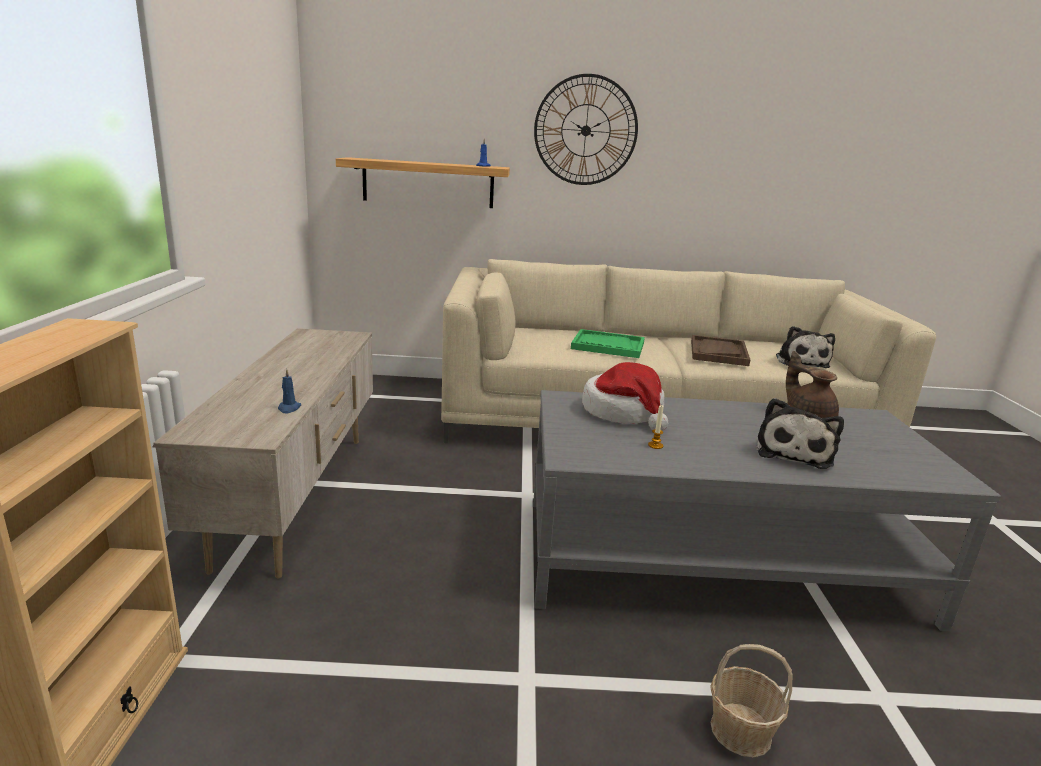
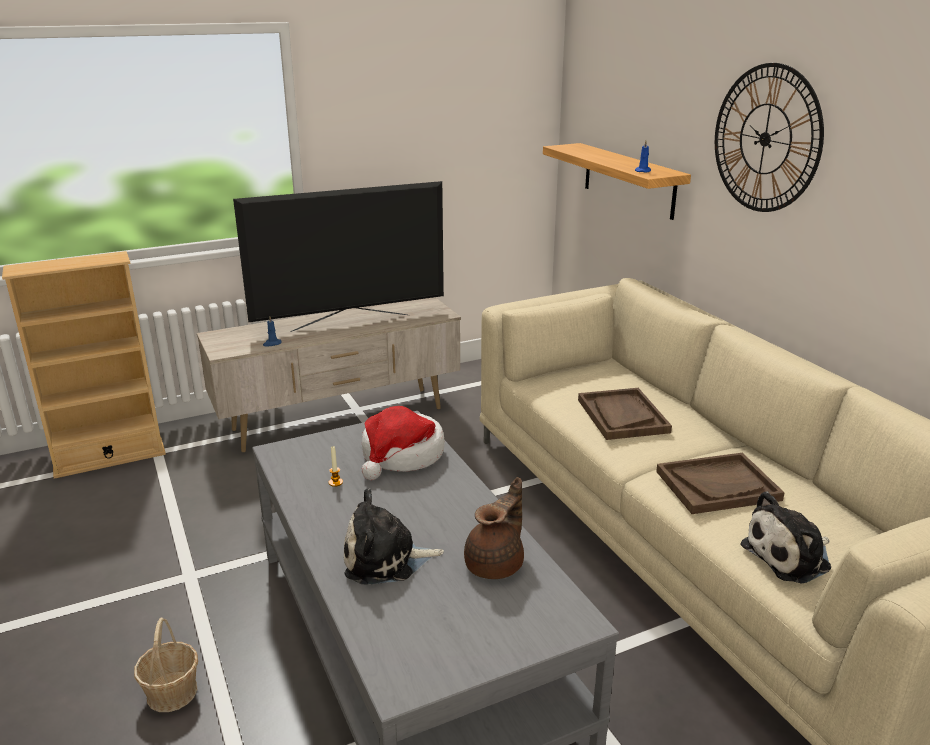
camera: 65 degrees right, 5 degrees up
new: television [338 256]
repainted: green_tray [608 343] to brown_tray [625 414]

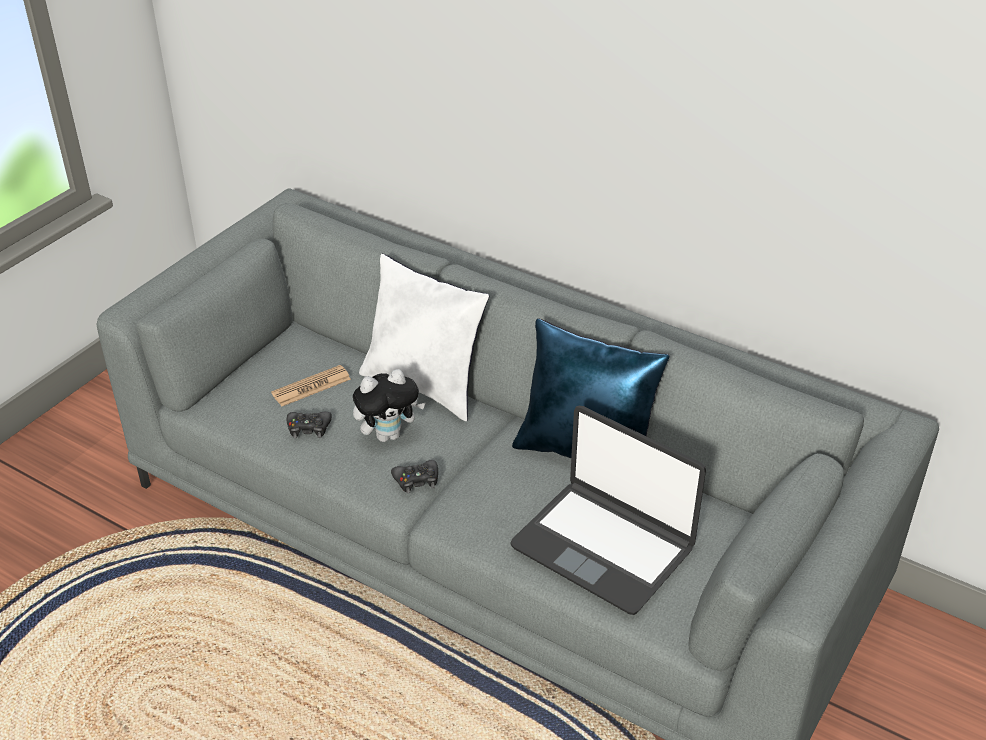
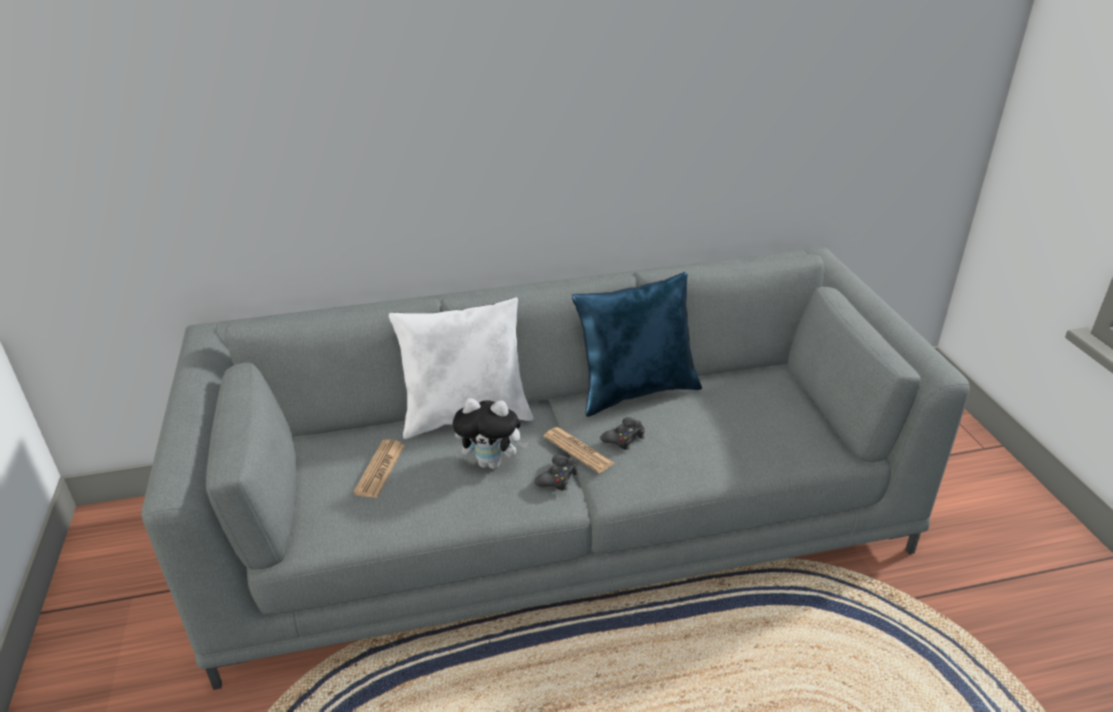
camera: 45 degrees left, 5 degrees down
gone: laptop [608 510]
new: newspaper [579 450]
shifted: black_game_controller [309 425] to [622 433]
rotated: plush_toy [389 405] = [490 433] 75 degrees clockwise

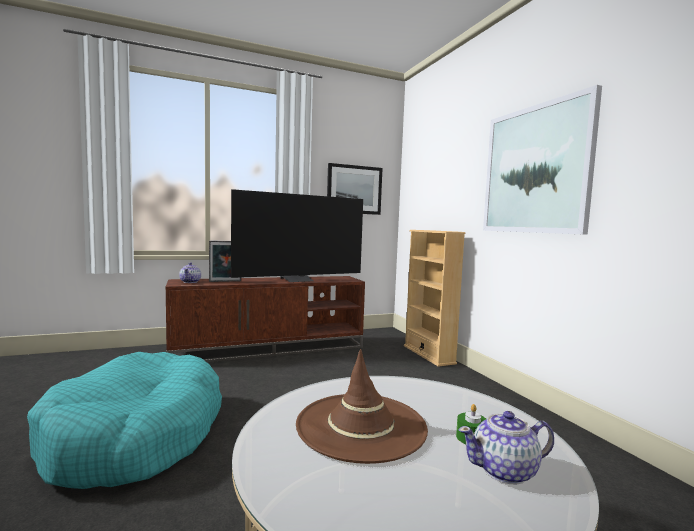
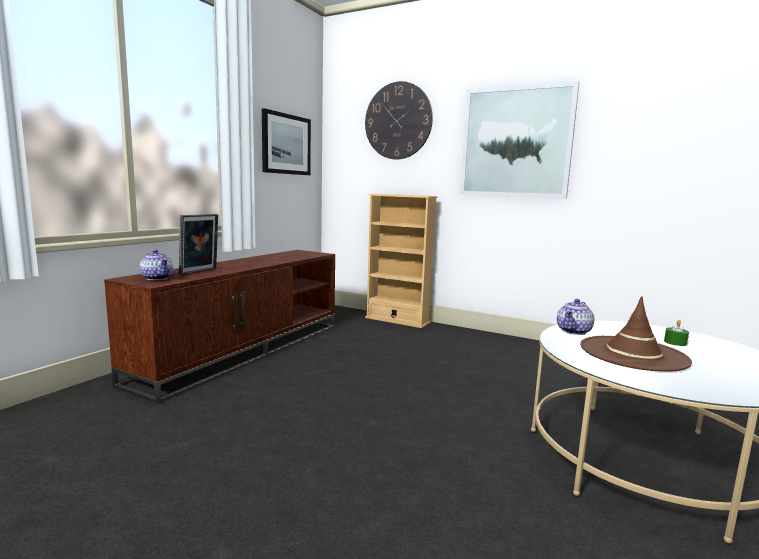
camera: 40 degrees left, 5 degrees up
gone: turquoise_dog_bed [124 420]; television [297 235]
new: wall_clock [399 120]
shifted: teapot [506 448] to [575 317]

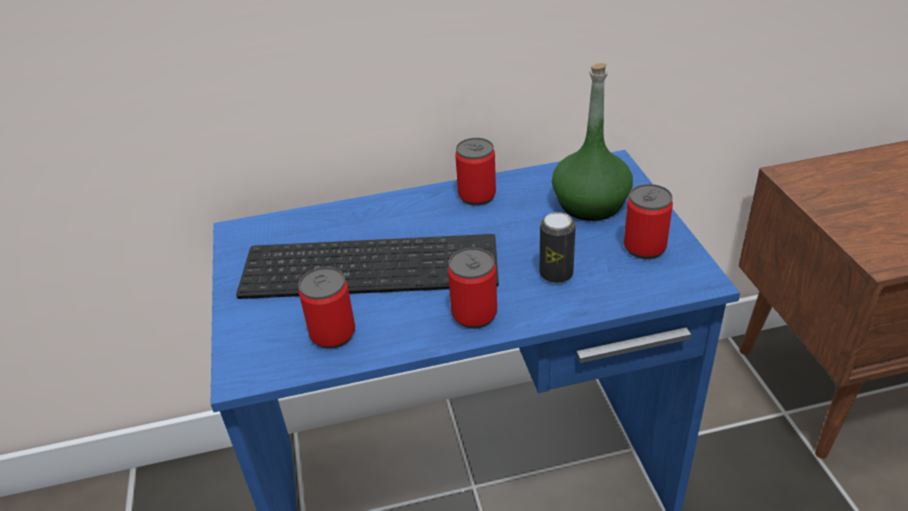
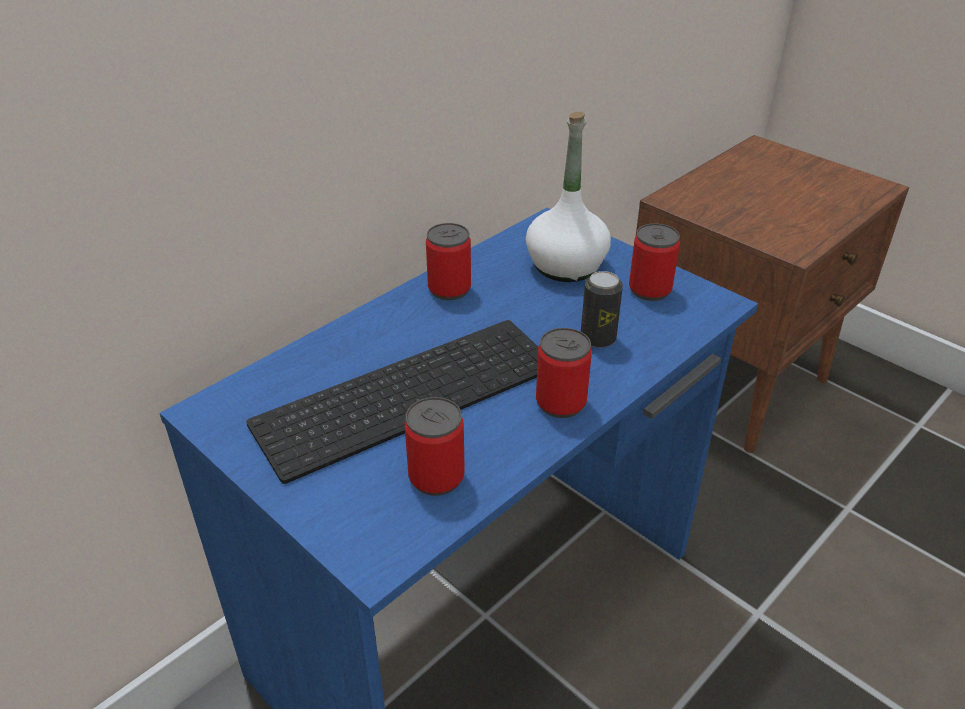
camera: 35 degrees left, 0 degrees up
repainted: green_bottle [592 142] to white_bottle [568 197]

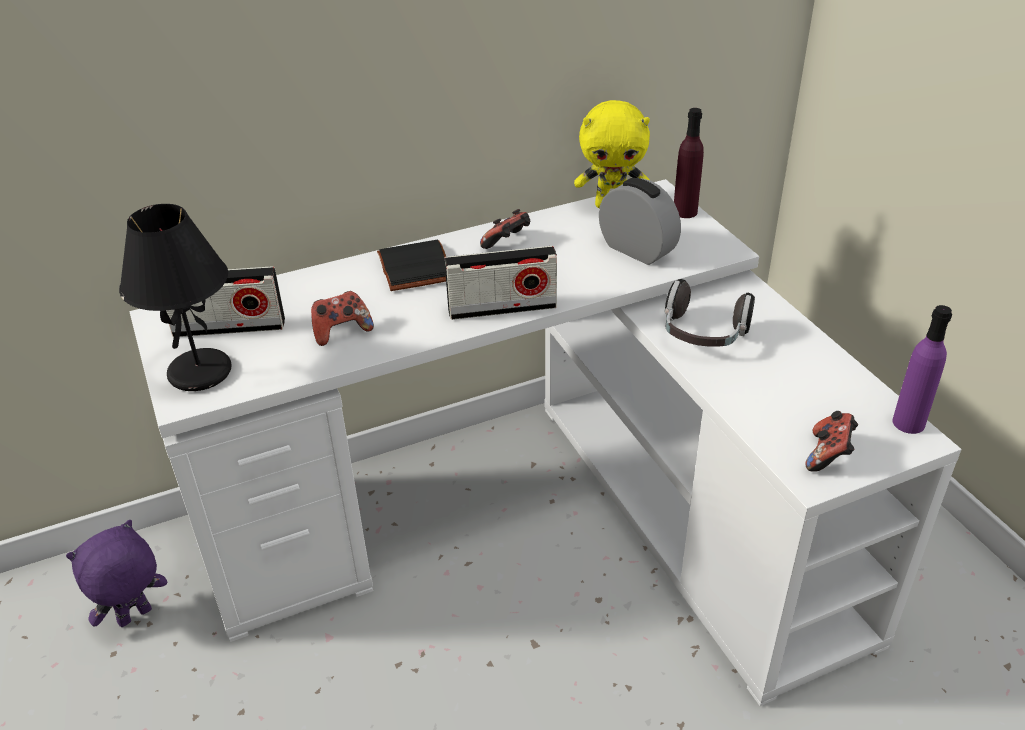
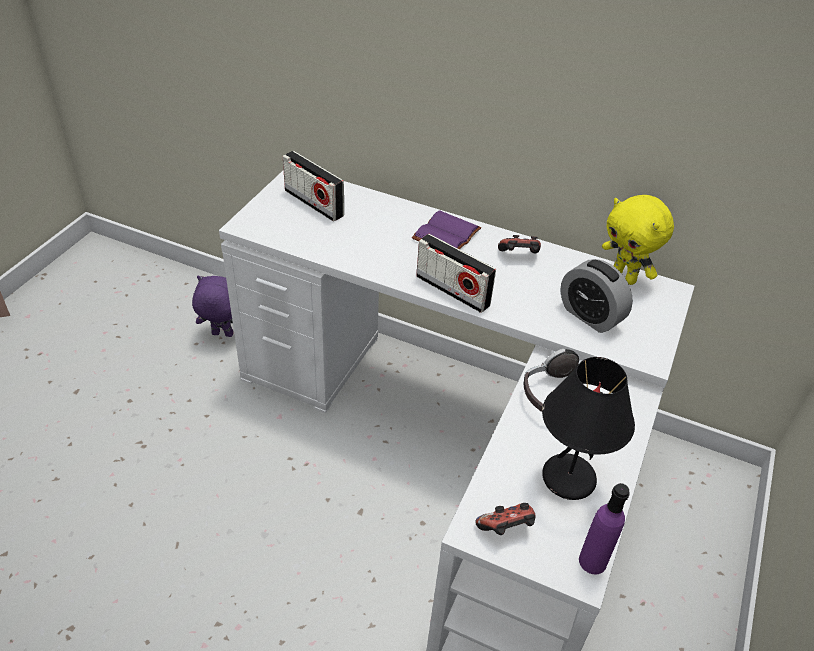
camera: 45 degrees right, 5 degrees up
gone: game_controller [342 318]; purple_bottle [689 163]
shifted: black_table_lamp [175 297] to [588 428]
repainted: black_book [411 265] to purple_book [446 229]
rotated: alarm_clock [640 221] = [596 296] 135 degrees clockwise

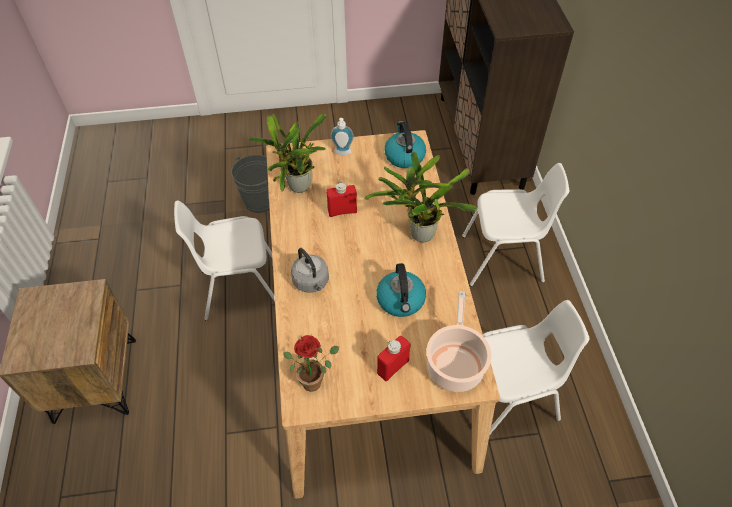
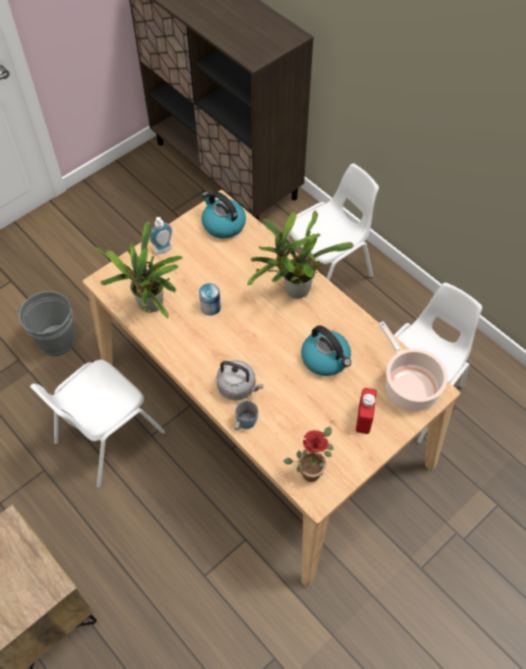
camera: 35 degrees left, 5 degrees up
new: blue_mug [246 416]
swapped: red_bottle [341 199] to can [210 299]

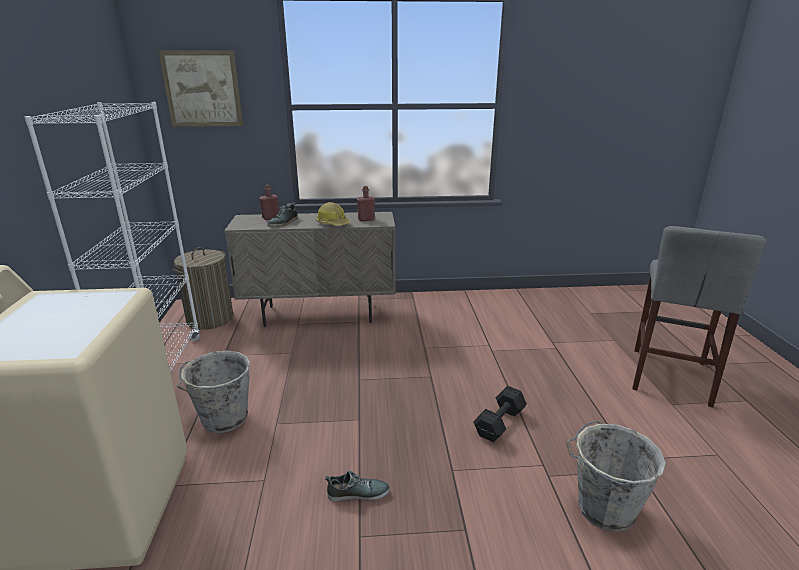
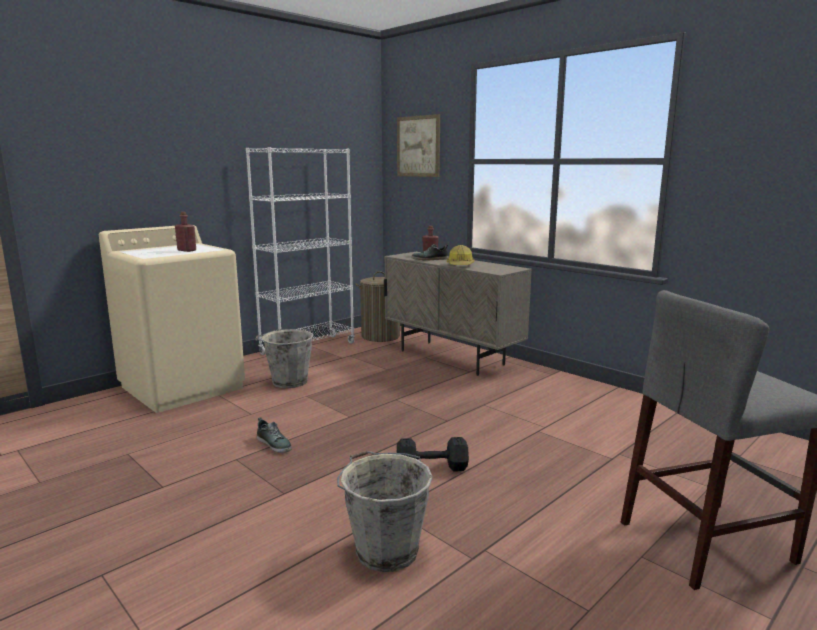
camera: 50 degrees right, 10 degrees down
shifted: red_bottle [366 203] to [185 232]

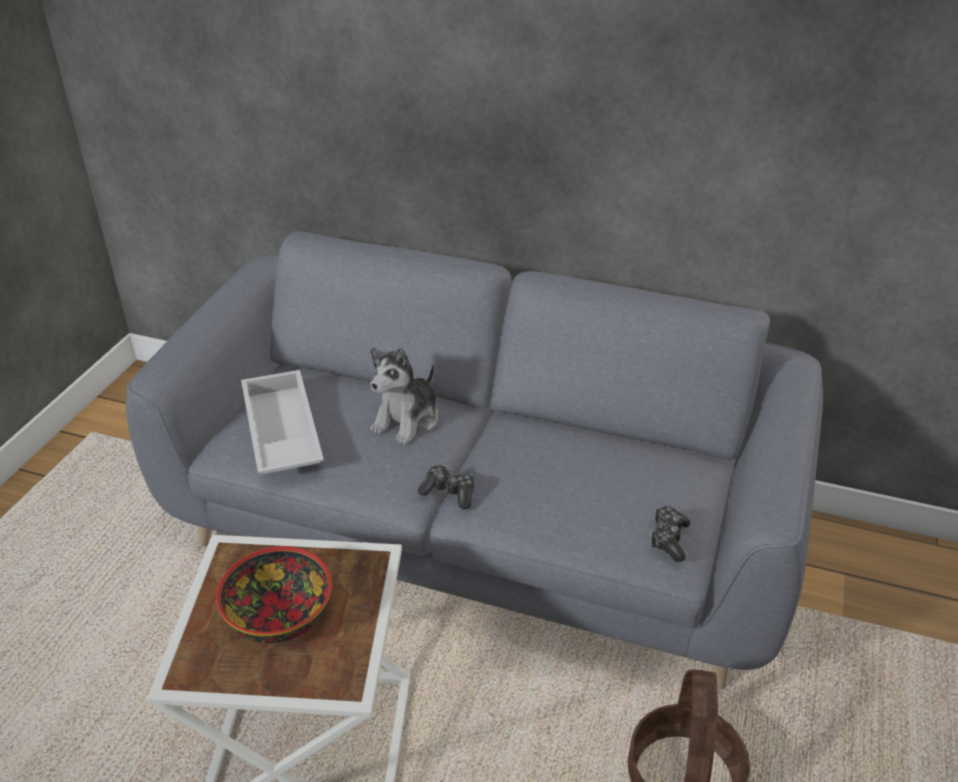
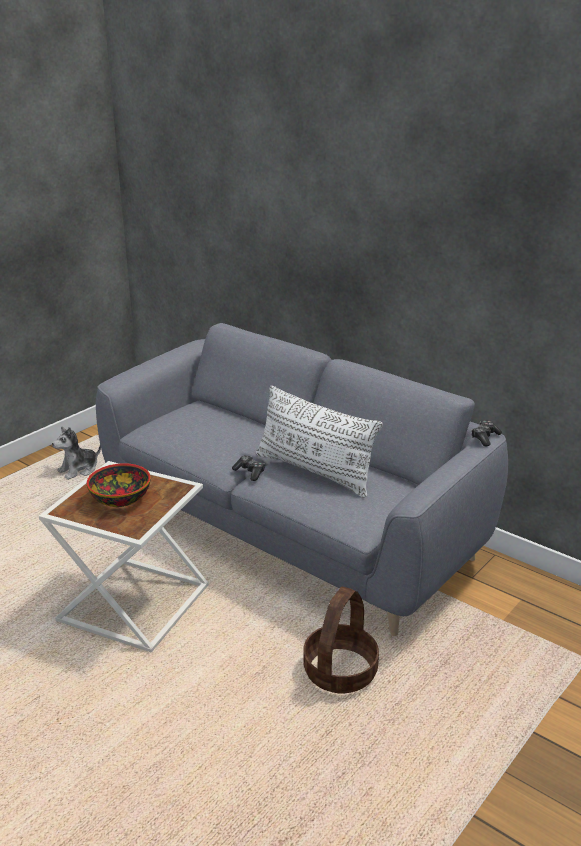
camera: 20 degrees right, 10 degrees down
gone: white_tray [282 422]
new: white_pillow [319 441]
shifted: plush_toy [404 396] to [76 453]; game_controller [670 534] to [486 433]

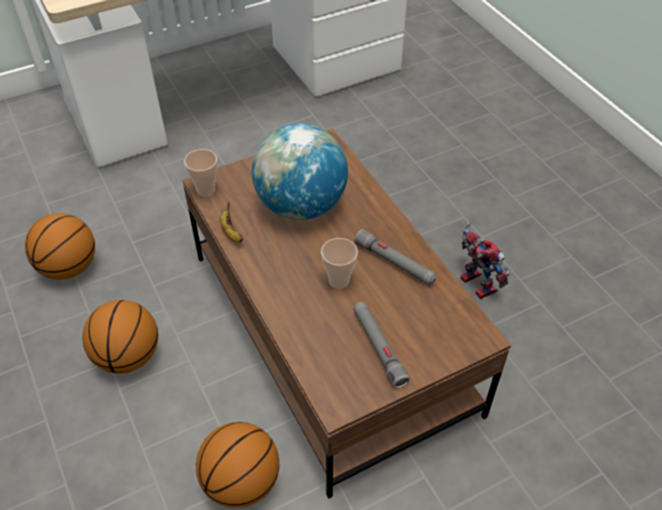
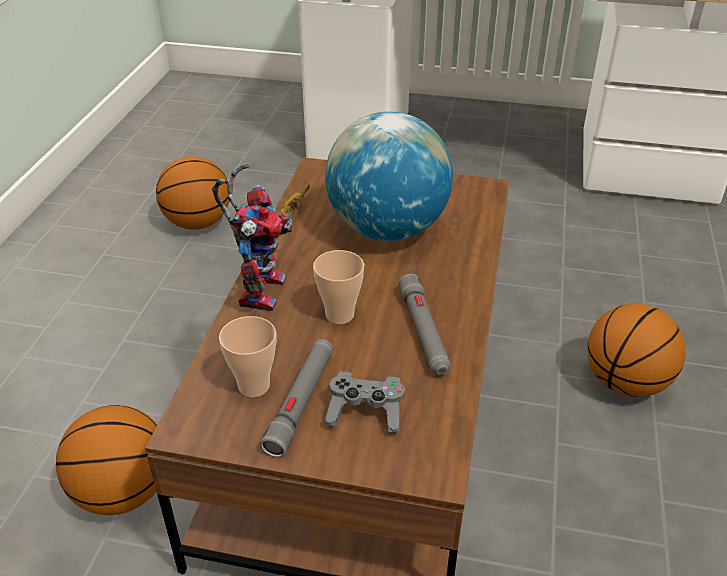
camera: 40 degrees right, 10 degrees down
new: grey_game_controller [365 402]
shifted: toy_robot [485 260] to [252 237]; cup [200 173] to [247 356]; basketball [120 336] to [636 350]

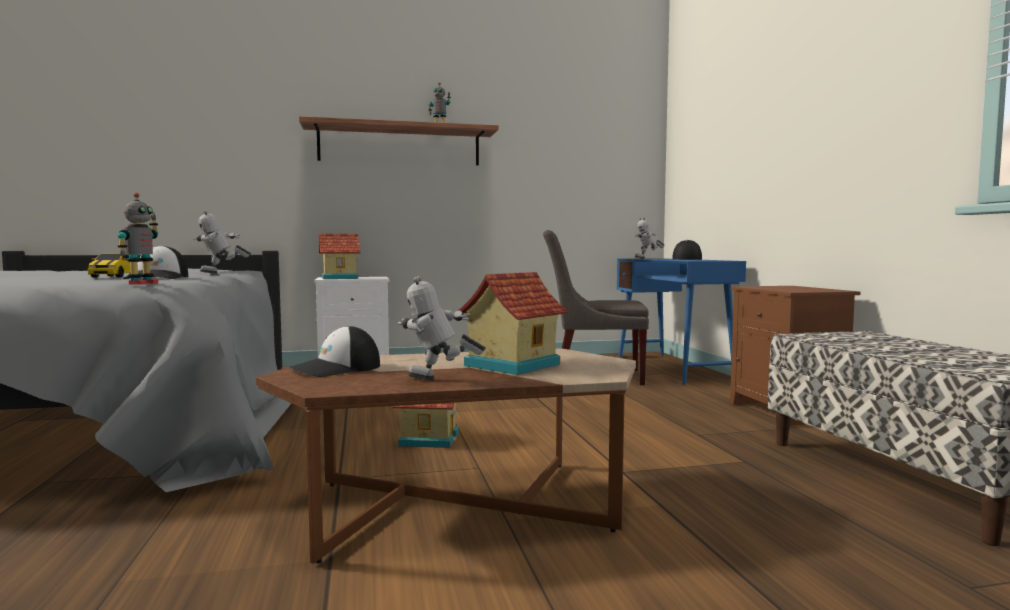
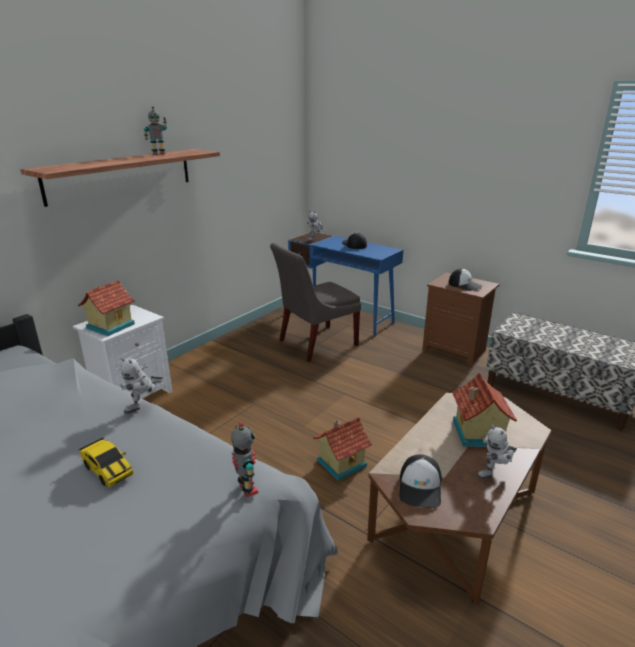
camera: 40 degrees left, 20 degrees up
shifted: cap [155 262] to [466 279]

